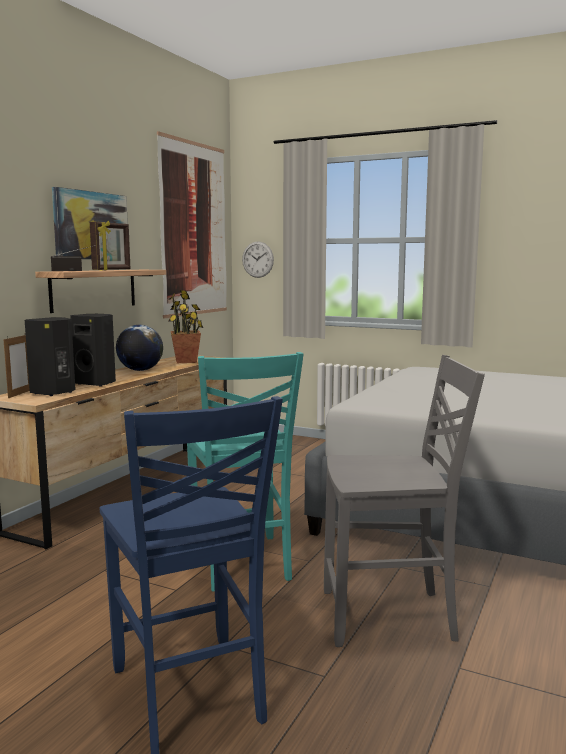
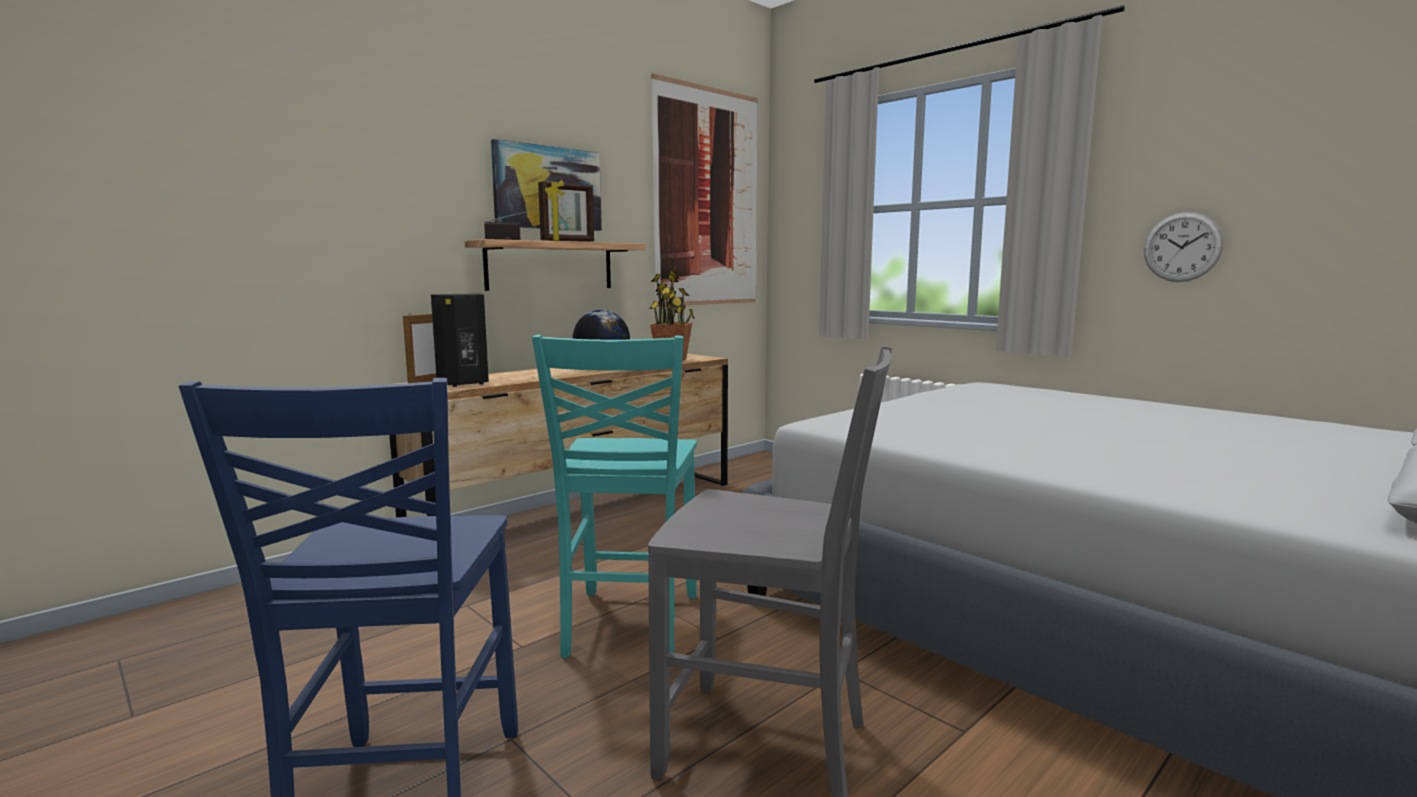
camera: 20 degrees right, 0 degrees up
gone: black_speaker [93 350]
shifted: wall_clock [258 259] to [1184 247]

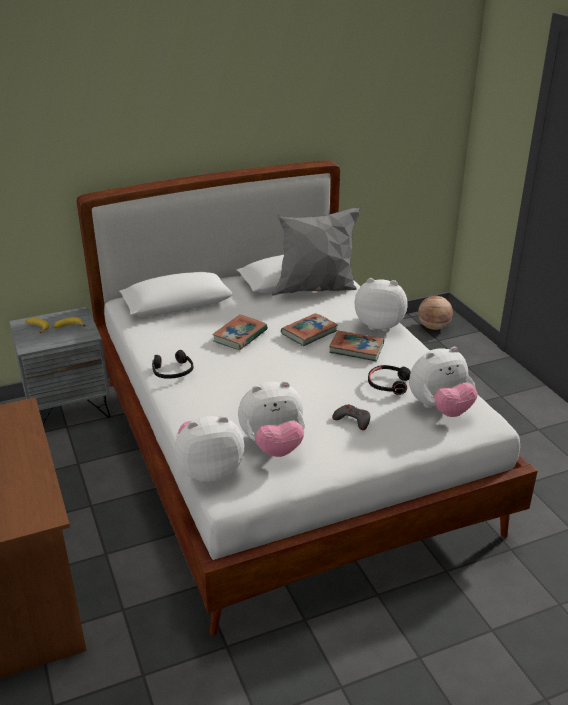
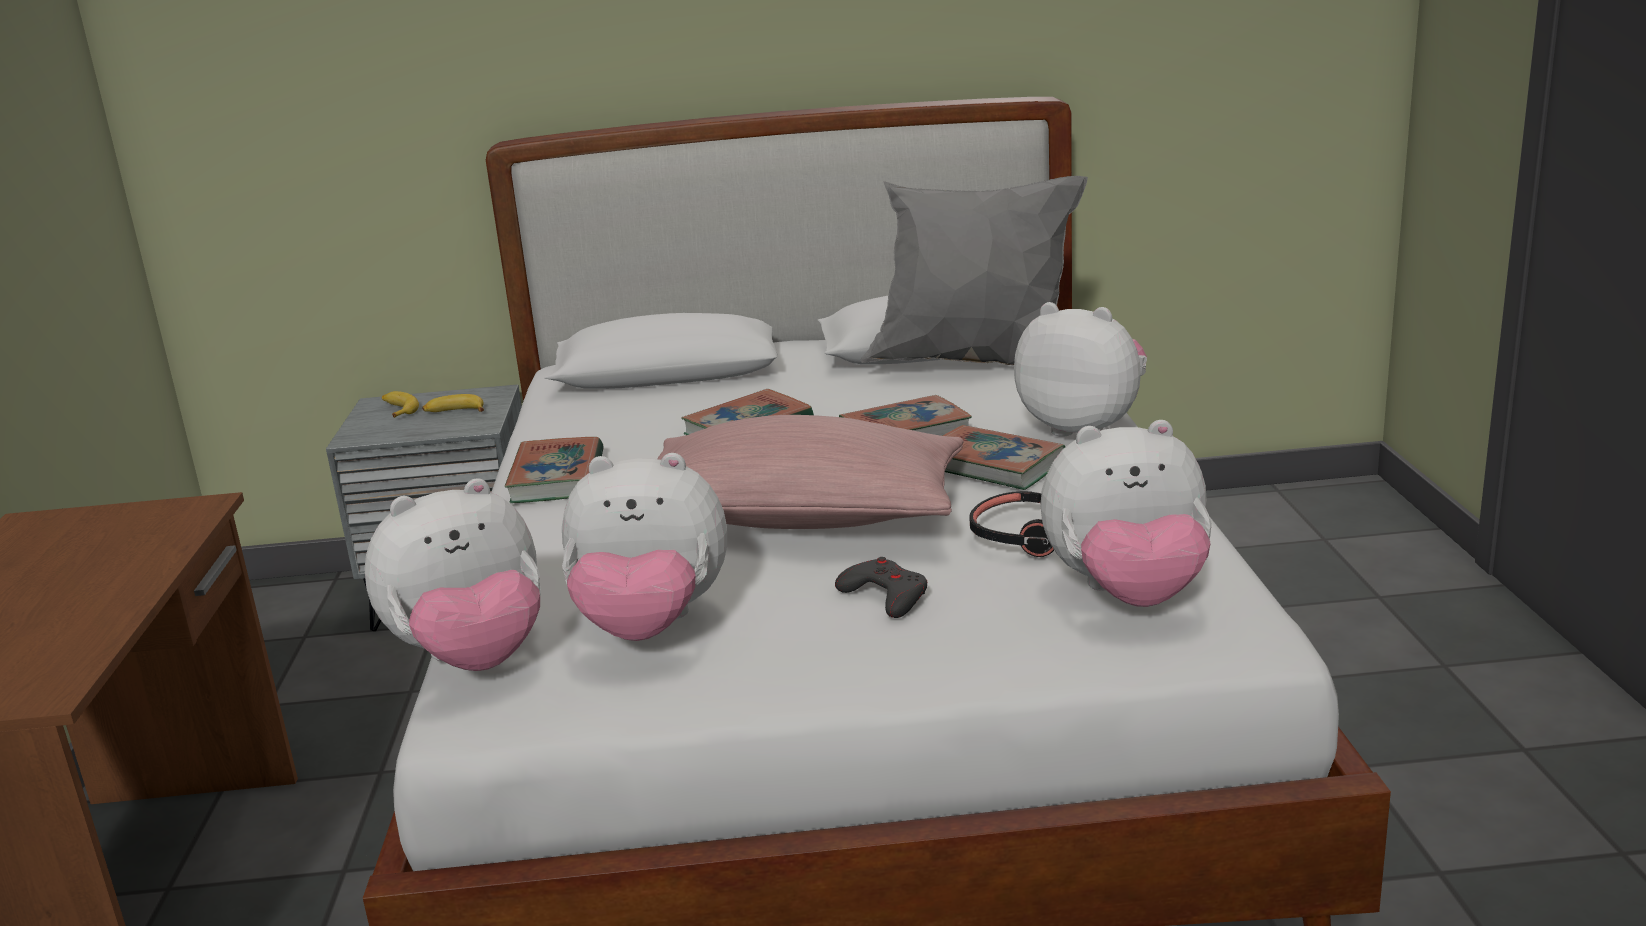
camera: 20 degrees right, 10 degrees down
gone: basketball [435 313]
new: pink_pillow [810 472]
swapped: black_headphones [173 364] to book [554 470]
rotated: plush_toy [209 449] = [452 574] 150 degrees clockwise

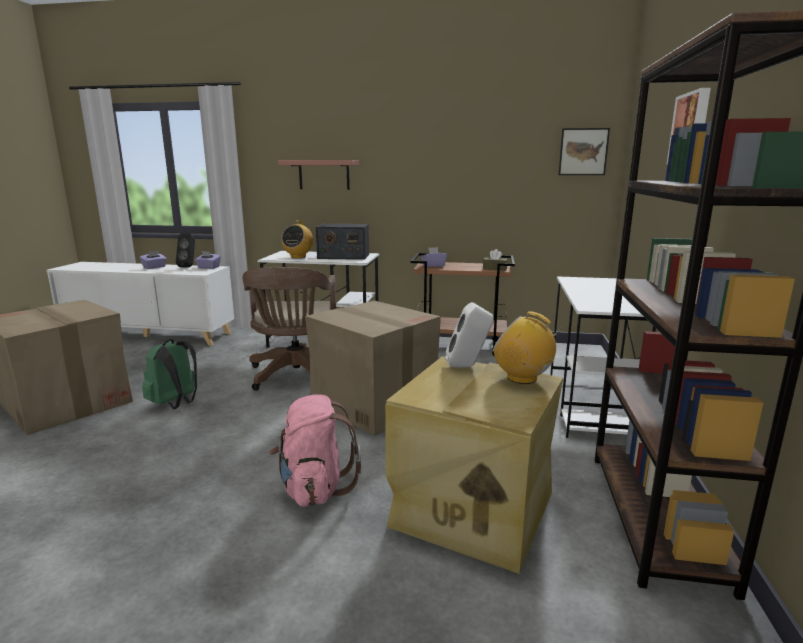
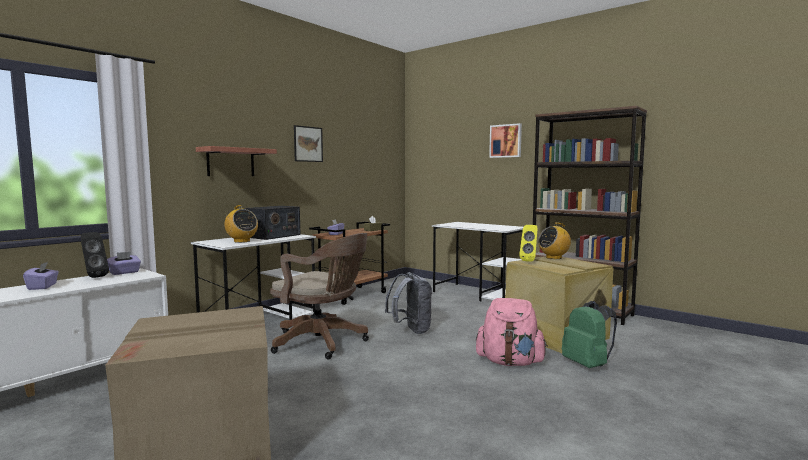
camera: 60 degrees left, 10 degrees down
shifted: picture [584 151] to [308 143]; green_backpack [169 374] to [589 334]
swapped: cardboard_box [373 368] to grey_backpack [408 303]
repainted: white_speaker [469 335] to yellow_speaker [528 243]

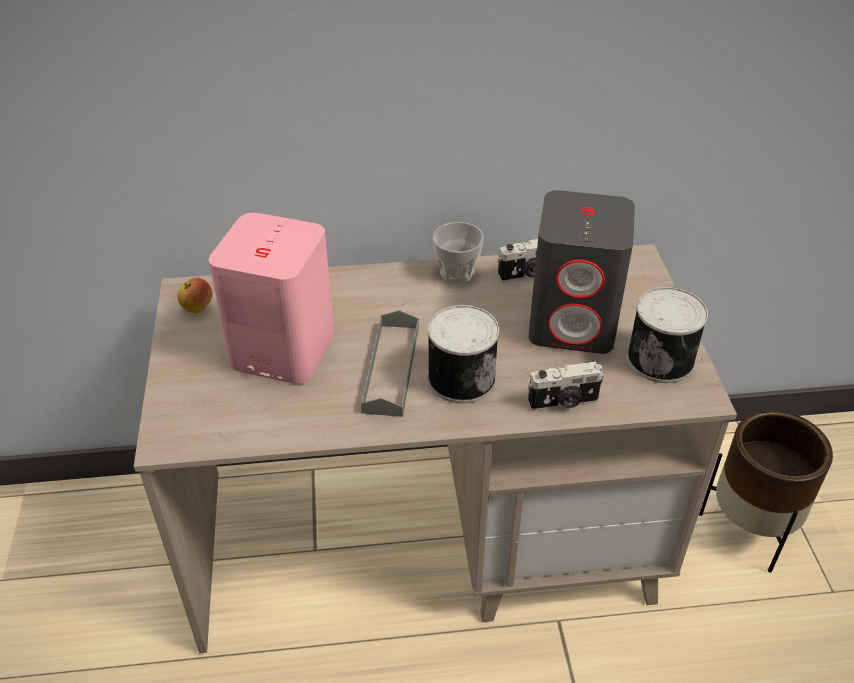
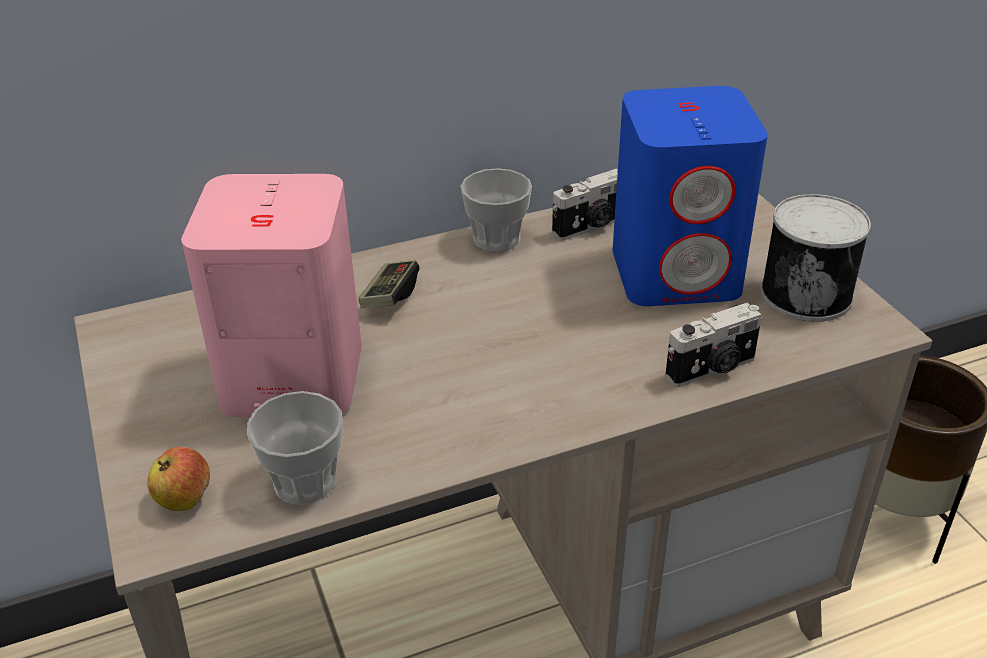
camera: 15 degrees left, 5 degrees down
gone: grey_tray [390 363]; can [463 354]
new: cup [295 448]; game_controller [388 284]
shifted: apple [195 295] to [178 479]
repainted: grey_speaker [581 272] to blue_speaker [690 196]

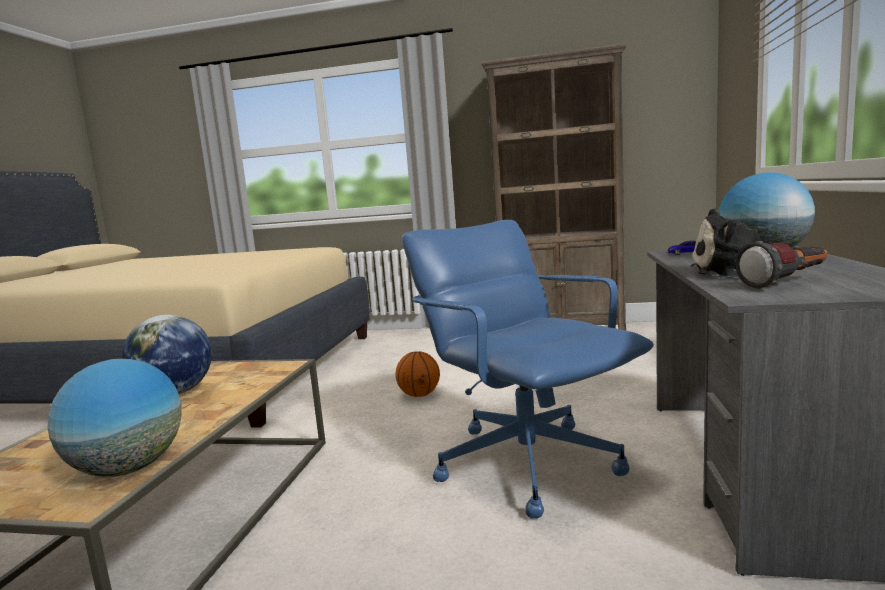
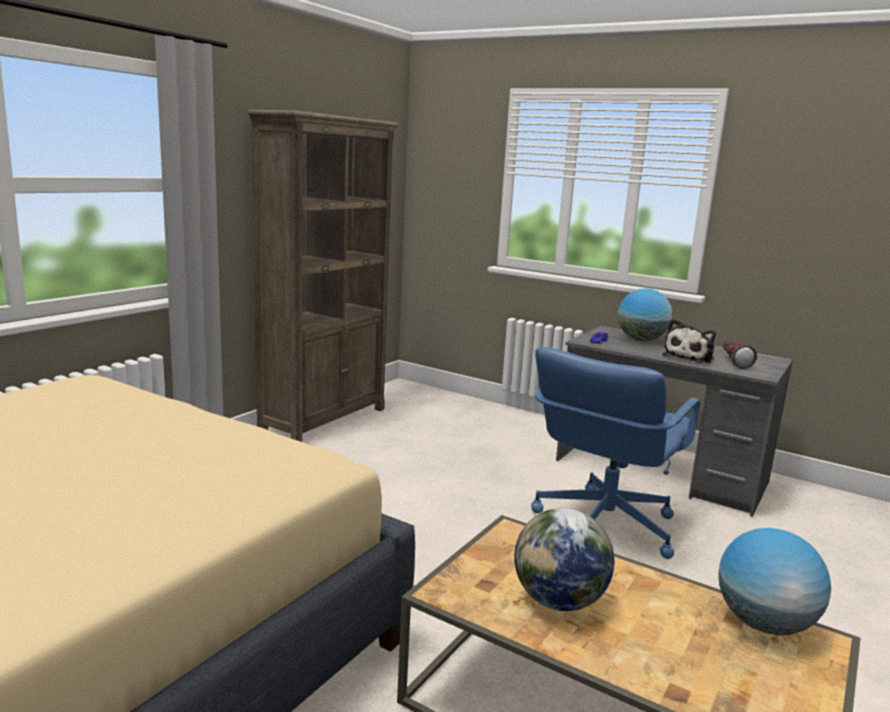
camera: 70 degrees left, 5 degrees up
gone: basketball [417 374]
rotated: blue_office_chair [528 369] = [615 453] 45 degrees counterclockwise

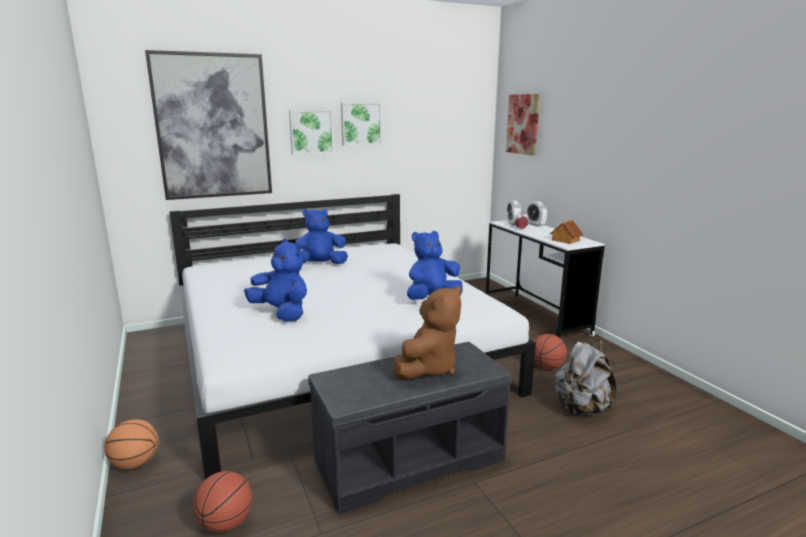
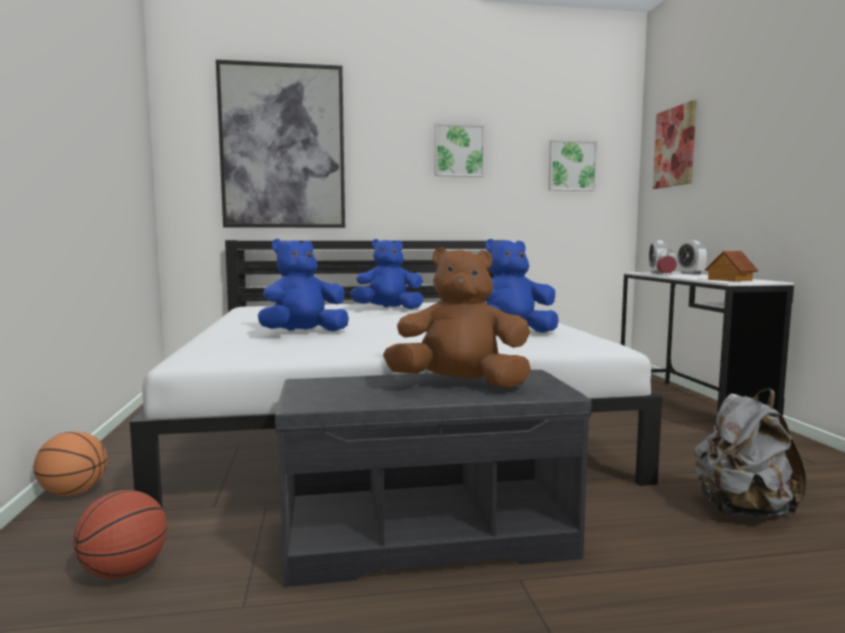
camera: 15 degrees right, 10 degrees down
gone: basketball [550 351]
shifted: picture [311 132] to [573 165]
rotated: blue_plush_toy [275 280] = [303 285] 90 degrees counterclockwise; brown_plush_toy [427 333] = [457 317] 135 degrees counterclockwise

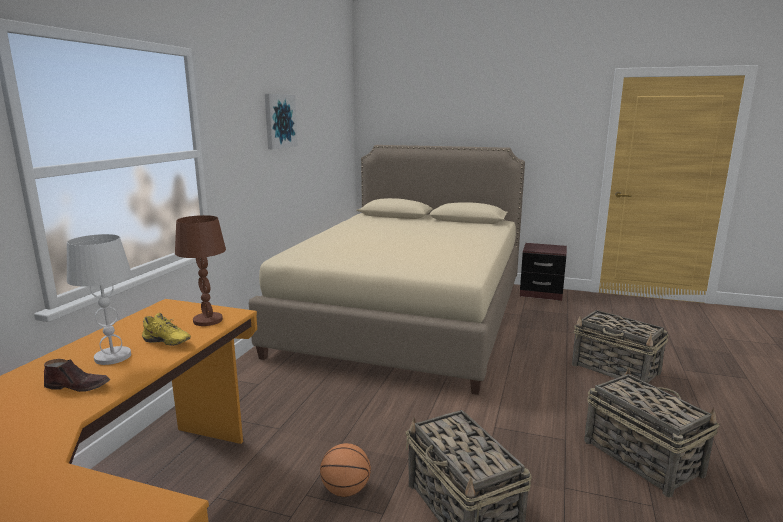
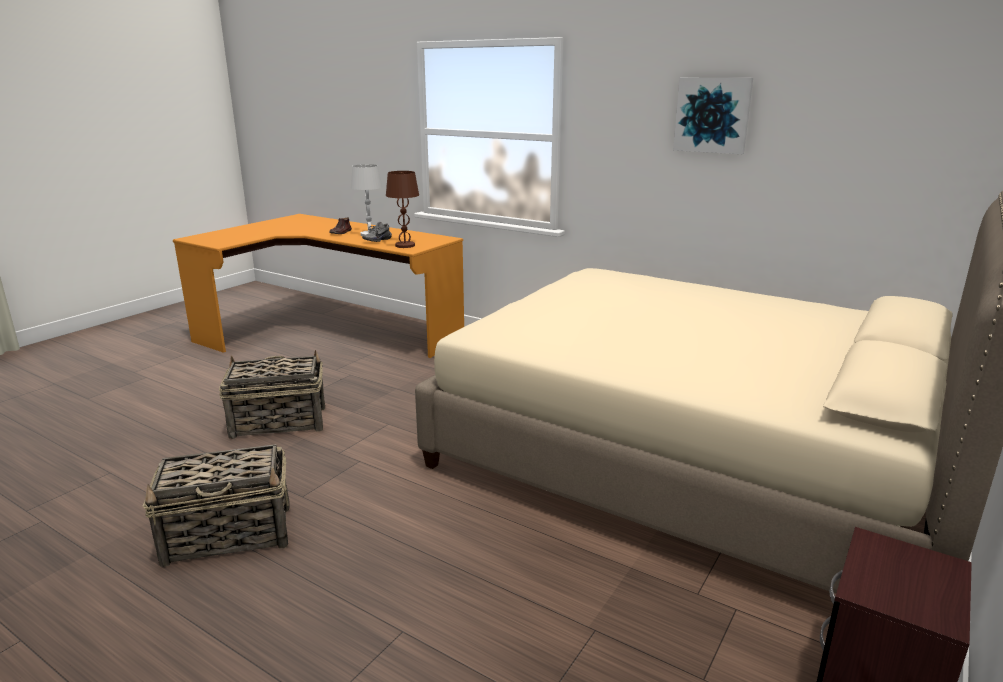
camera: 105 degrees right, 5 degrees up
gone: basketball [345 470]; basket [620 346]
repainted: yellow_shoe [166 329] to grey_shoe [377 232]

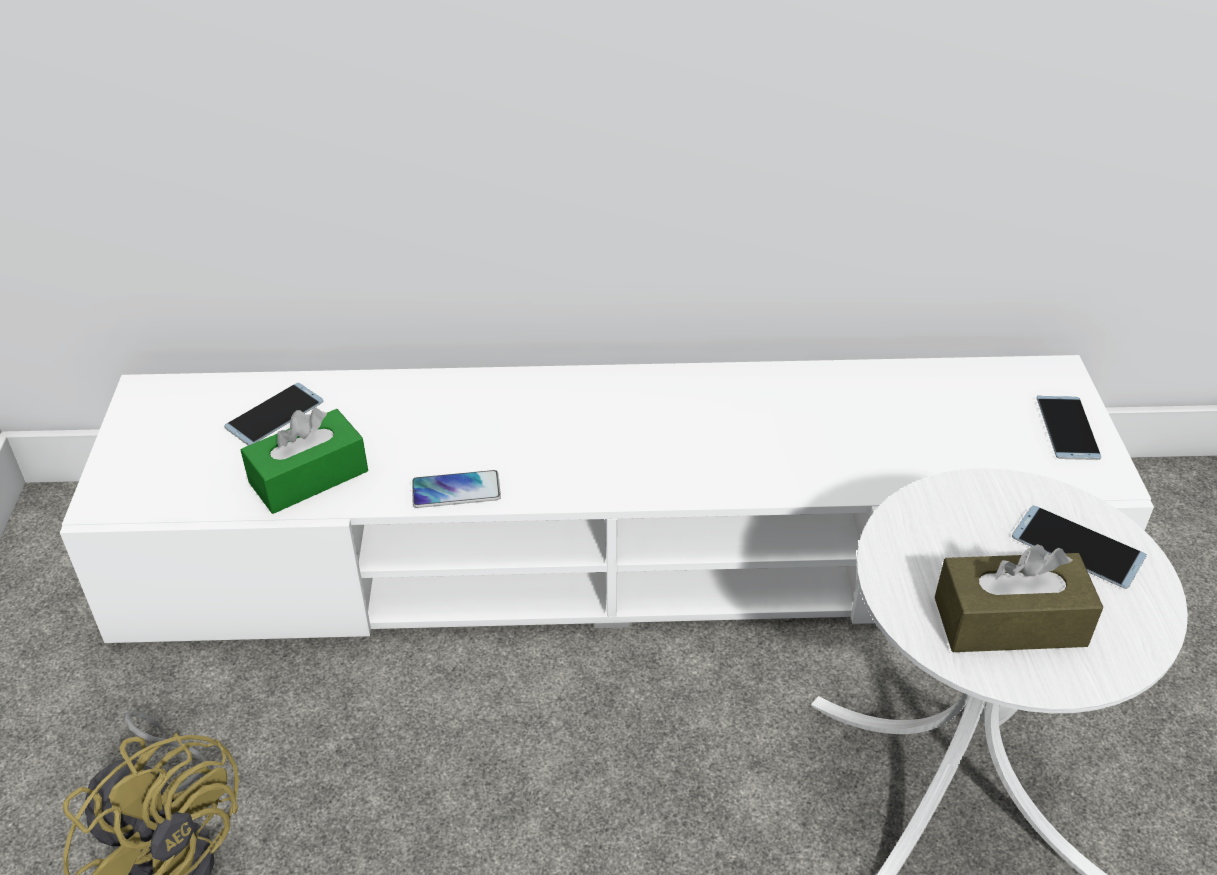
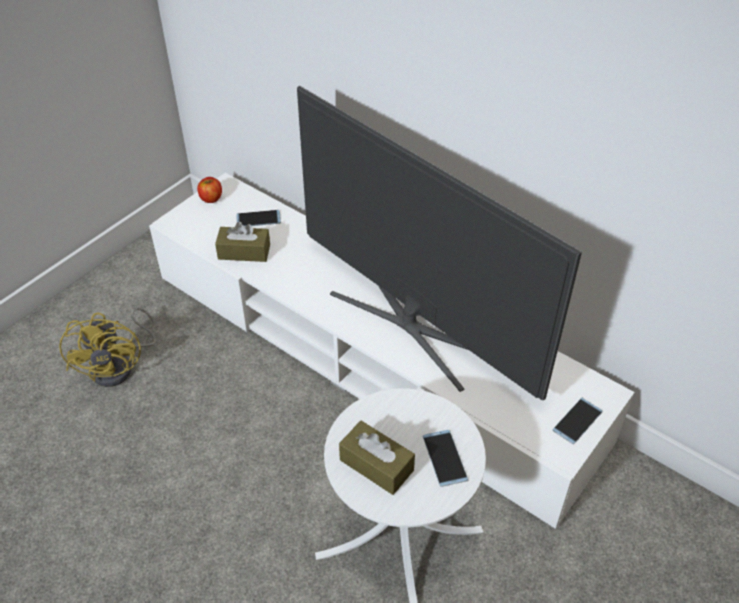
camera: 40 degrees right, 5 degrees up
gone: phone [456 489]
new: apple [209 190]; television [439 243]
repainted: green_tissue_box [304 461] to brown_tissue_box [242 242]

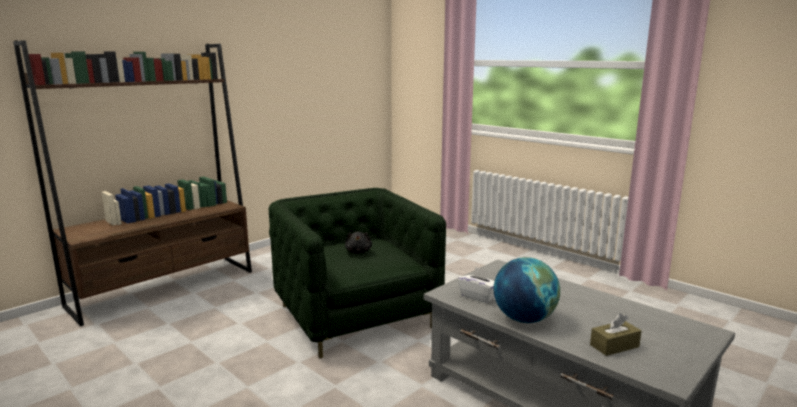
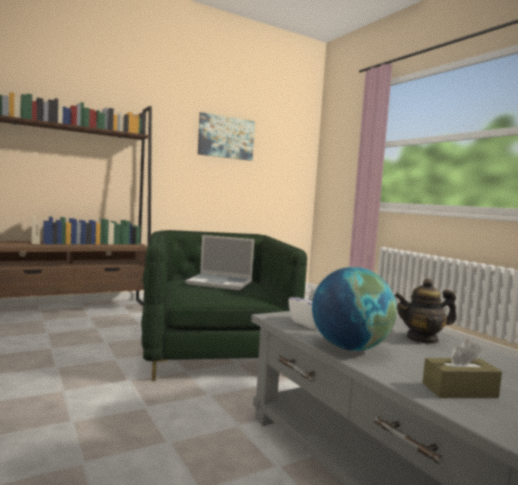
camera: 15 degrees right, 10 degrees down
new: picture [226 136]; teapot [426 311]
swapped: black_plush_toy [358 243] to laptop [219 262]

